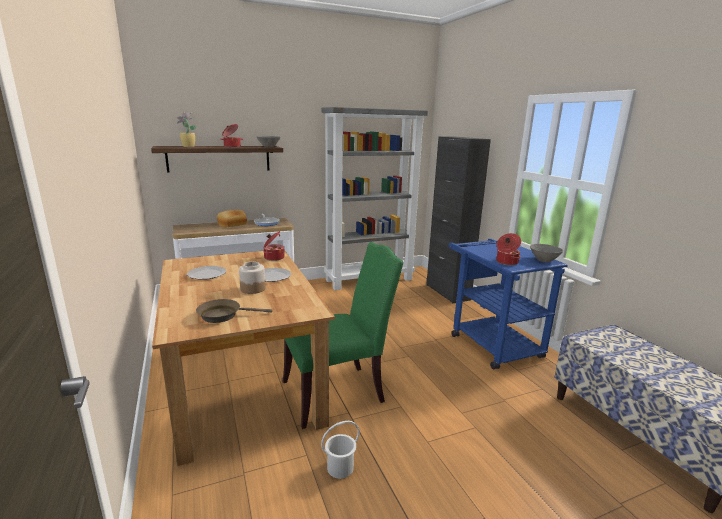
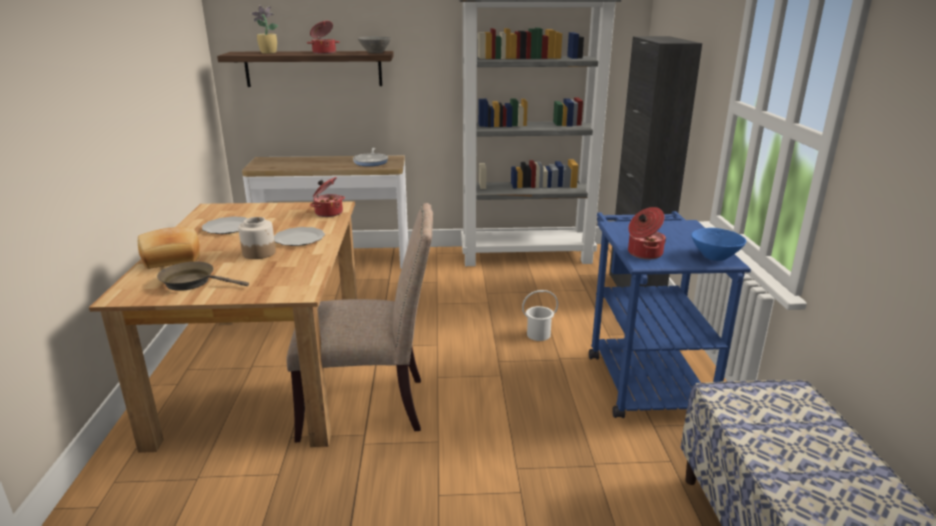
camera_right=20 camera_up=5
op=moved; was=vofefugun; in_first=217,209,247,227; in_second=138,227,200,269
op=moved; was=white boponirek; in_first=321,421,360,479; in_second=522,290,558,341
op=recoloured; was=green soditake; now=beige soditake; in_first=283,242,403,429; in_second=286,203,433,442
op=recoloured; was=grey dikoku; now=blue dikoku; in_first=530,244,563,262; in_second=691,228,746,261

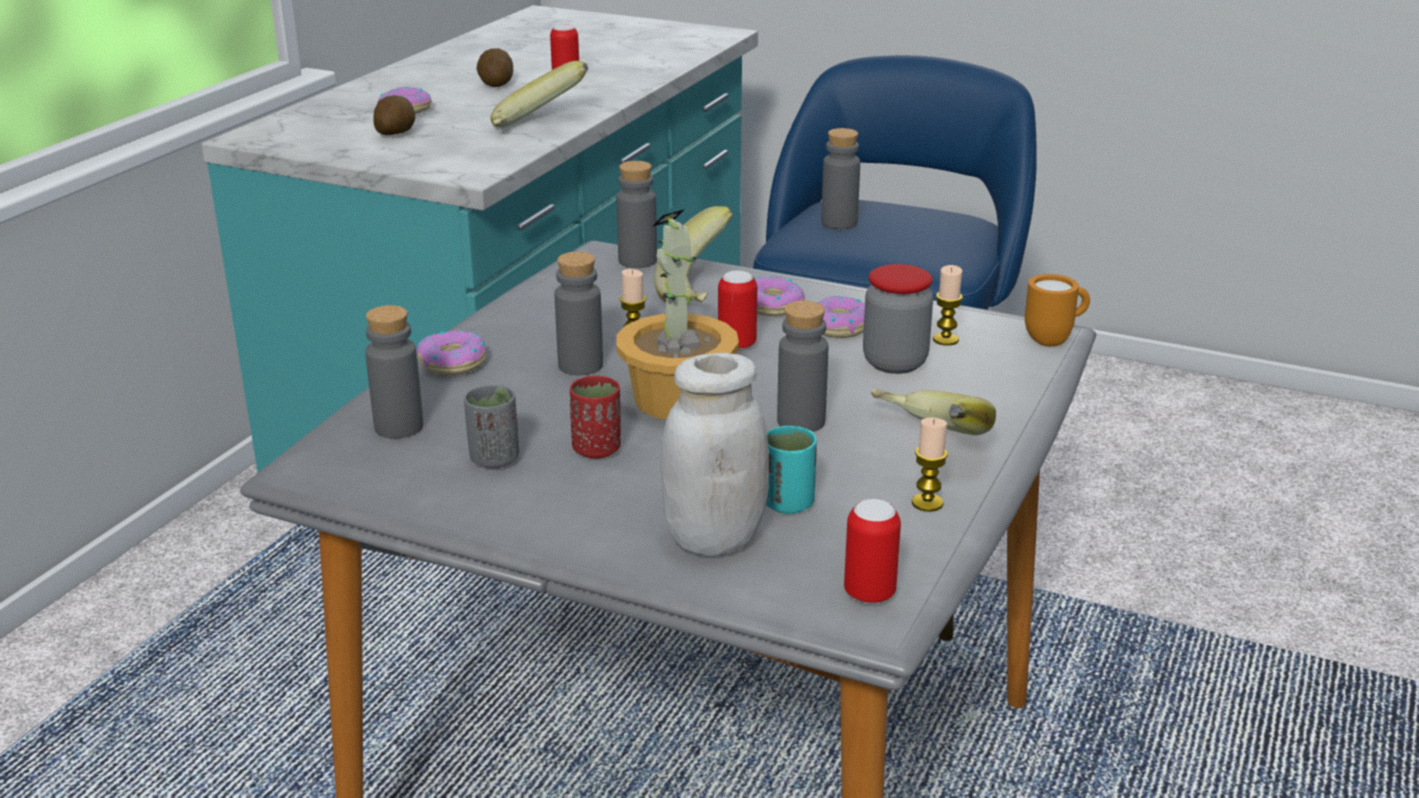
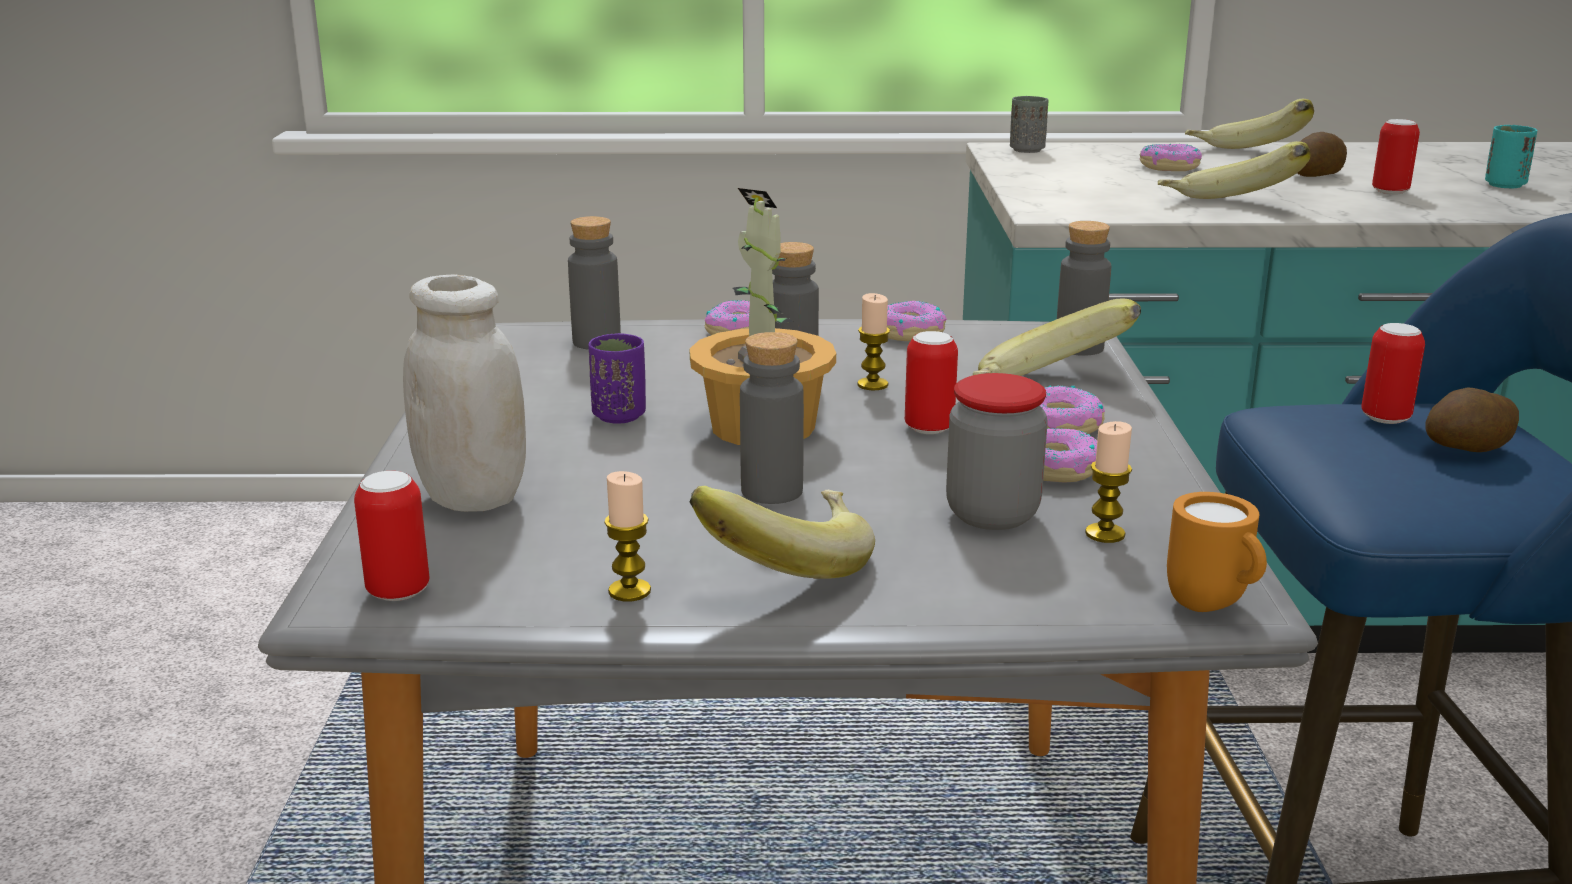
camera_right=65 camera_up=-5
op=added; now=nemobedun; in_second=887,301,947,341
op=added; now=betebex; in_second=1185,99,1314,149
op=moved; was=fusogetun; in_first=373,95,415,135; in_second=1425,387,1519,452
op=moved; was=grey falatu; in_first=464,385,519,469; in_second=1010,96,1048,153
op=moved; was=turquoise falatu; in_first=766,426,817,514; in_second=1485,125,1538,188
op=replaced; was=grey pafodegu; now=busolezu; in_first=821,128,860,229; in_second=1361,323,1425,424
op=recoloured; was=red falatu; now=purple falatu; in_first=570,376,621,459; in_second=588,333,646,424

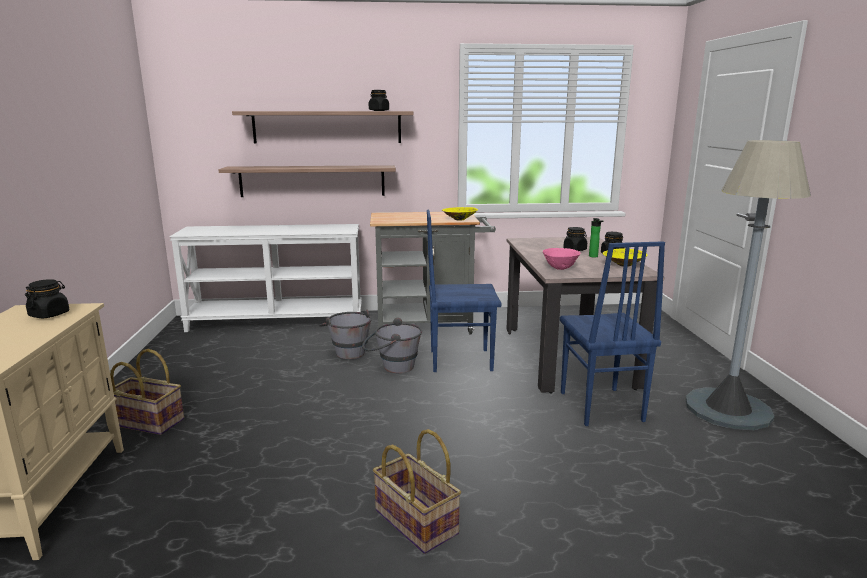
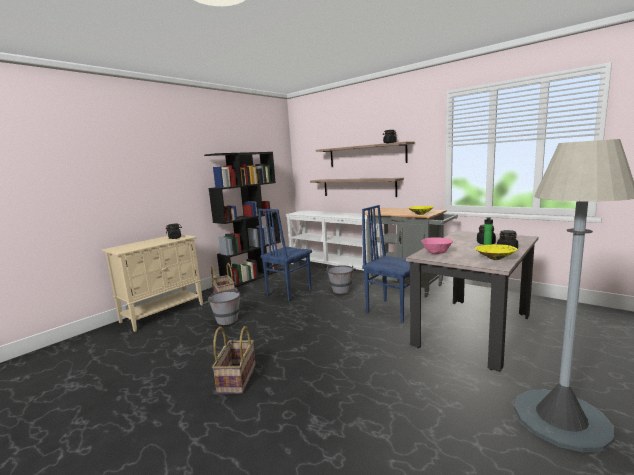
camera_right=45 camera_up=-5
op=added; now=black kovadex; in_second=204,152,283,287
op=moved; was=grey boponirek; in_first=362,318,422,373; in_second=202,287,241,325
op=moved; was=blue soditake; in_first=560,241,665,426; in_second=258,209,312,302

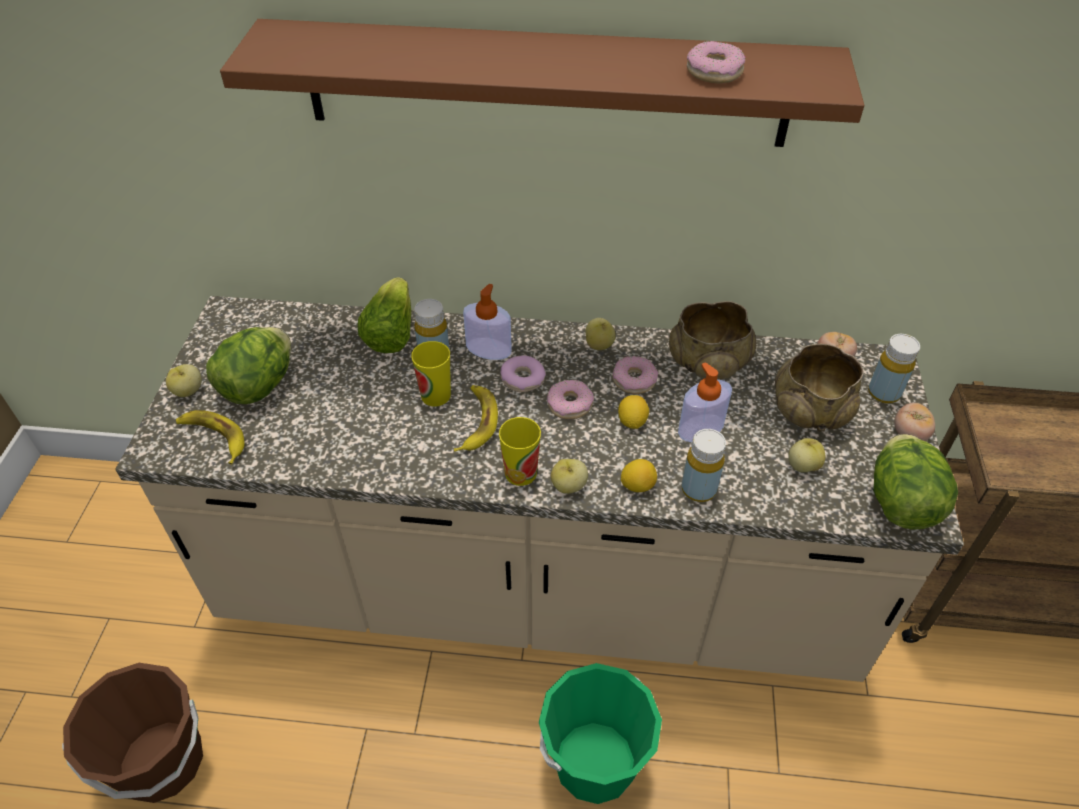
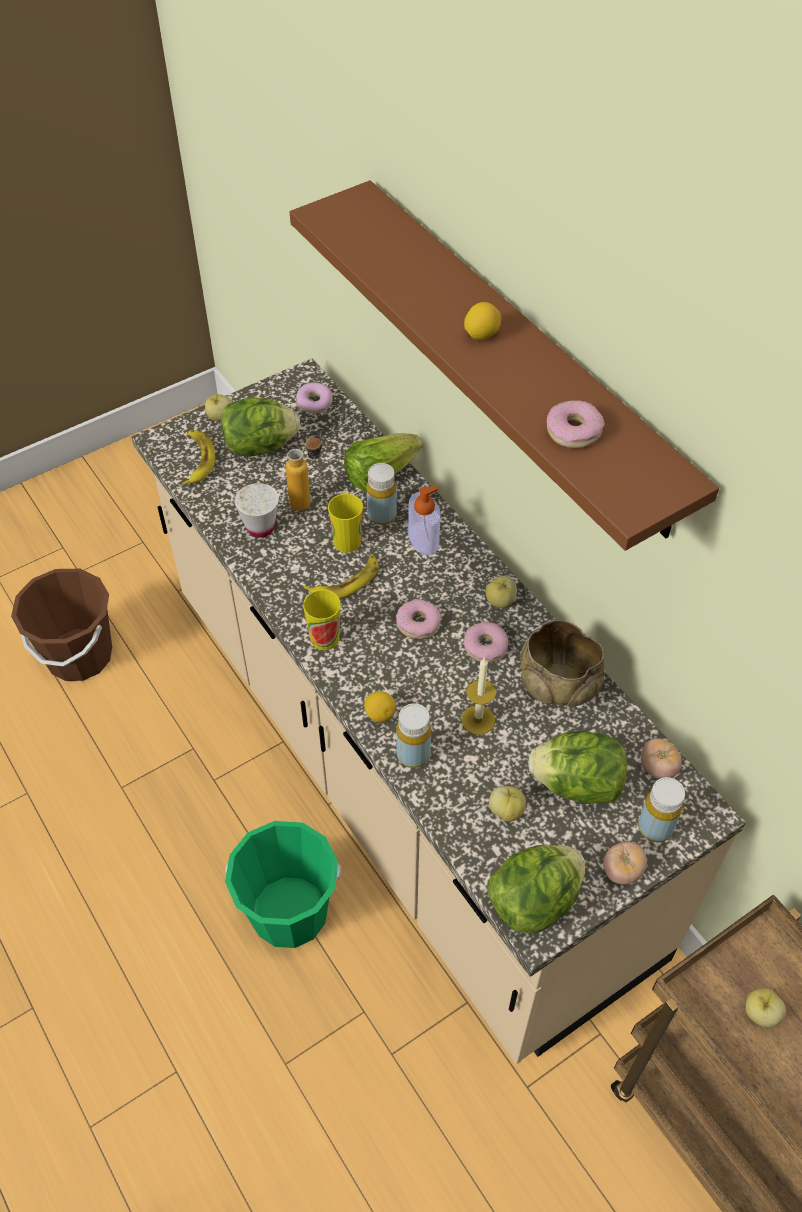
camera_right=50 camera_up=5
op=added; now=white falatu; in_second=234,483,279,538
op=added; now=pafodegu; in_second=286,435,322,511
op=moved; was=nemobedun; in_first=501,355,546,392; in_second=296,383,333,414
op=moved; was=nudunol; in_first=551,459,588,494; in_second=745,988,786,1027
op=moved; was=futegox; in_first=618,395,649,429; in_second=464,302,501,340
op=replaced; was=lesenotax; now=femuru; in_first=678,362,732,442; in_second=461,657,496,735
op=replaced; was=beige dikoku; now=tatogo; in_first=775,344,863,432; in_second=528,731,627,804

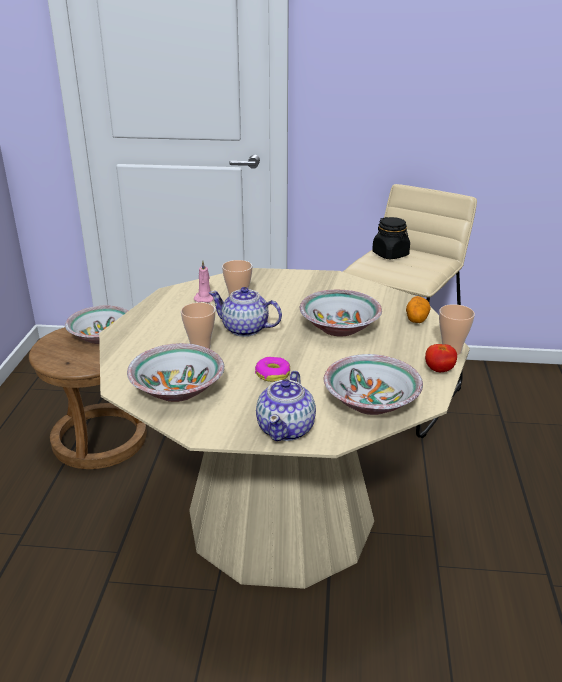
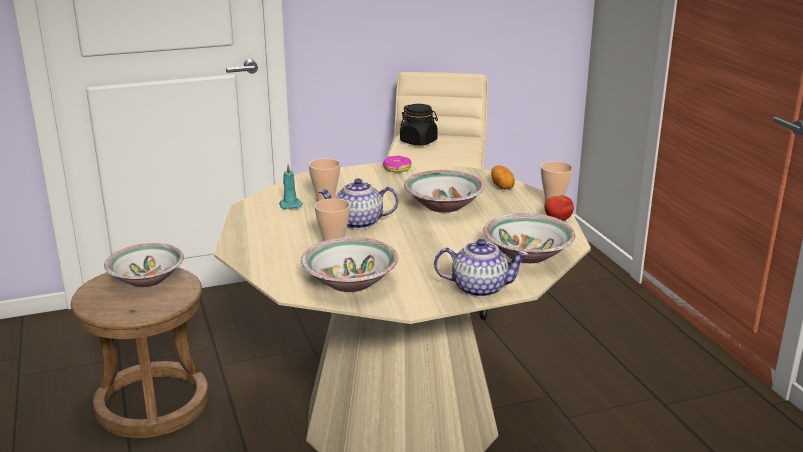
camera_right=-25 camera_up=-5
op=moved; was=nemobedun; in_first=255,357,290,382; in_second=383,156,412,172
op=recoloured; was=pink femuru; now=turquoise femuru; in_first=194,261,214,303; in_second=279,164,303,209
op=turned; was=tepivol; in_first=256,371,316,441; in_second=434,239,529,297; clockwise=-75

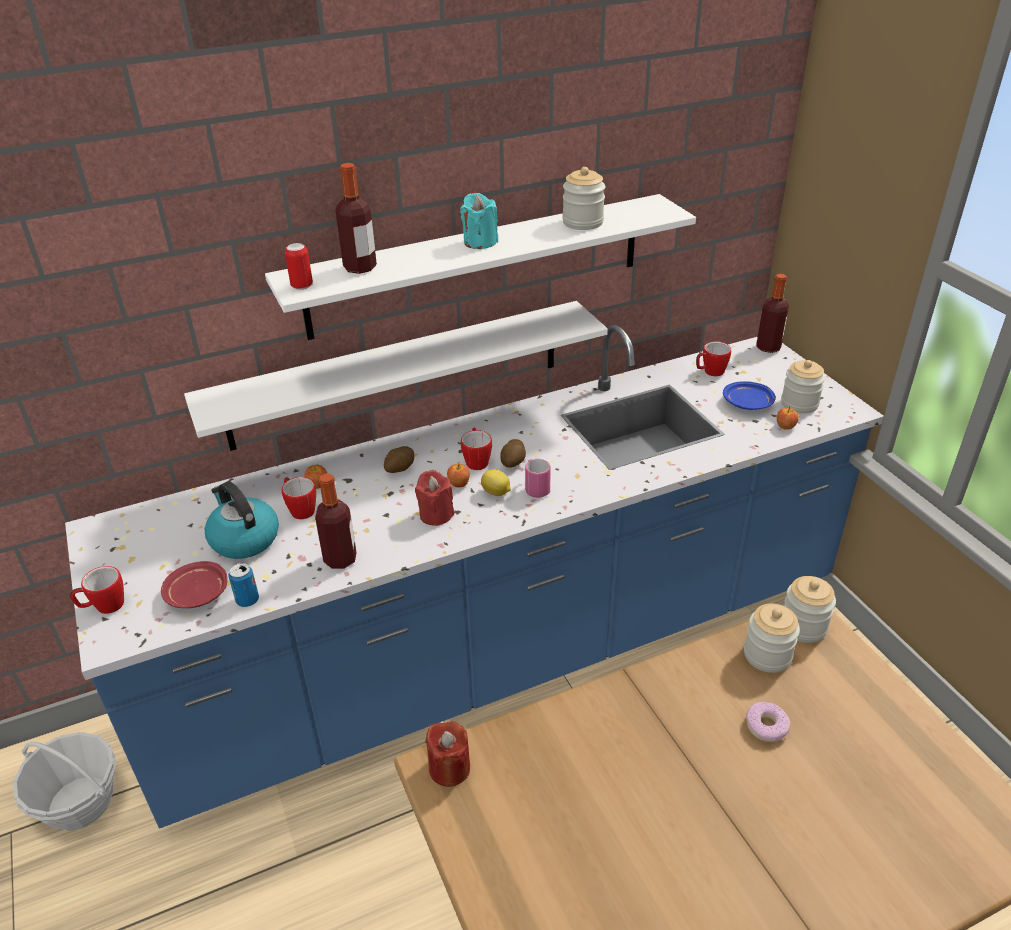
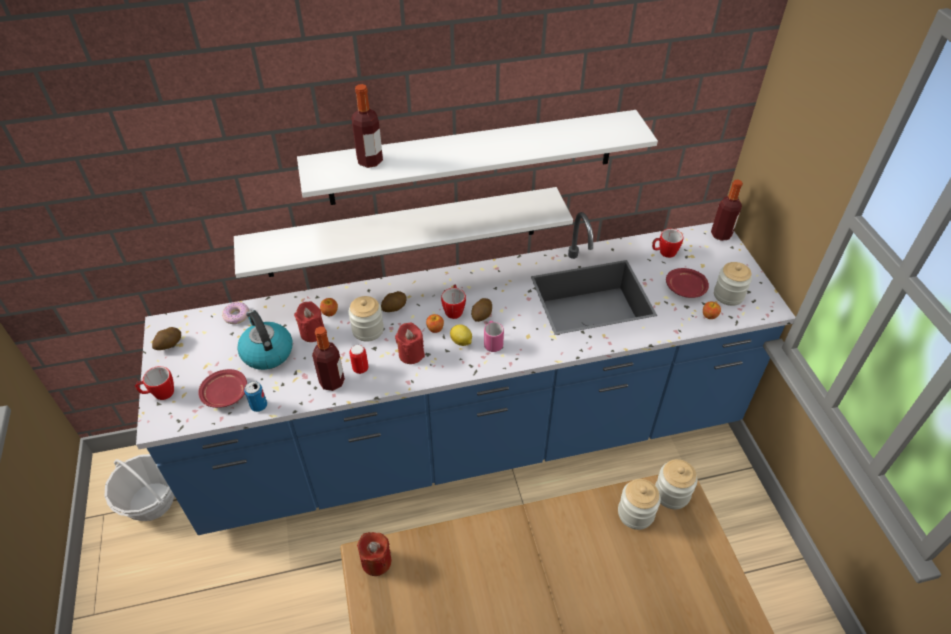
camera_right=10 camera_up=10
op=removed; was=turquoise femuru; in_first=460,193,498,249
op=added; now=fusogetun; in_second=152,327,181,350
op=moved; was=busolezu; in_first=285,243,313,290; in_second=350,345,369,374
op=moved; was=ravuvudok; in_first=562,167,605,230; in_second=348,296,384,342
op=moved; was=nemobedun; in_first=746,702,790,742; in_second=222,302,249,324
op=replaced; was=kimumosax; now=red femuru; in_first=282,477,316,519; in_second=294,301,325,342
op=recoloured; was=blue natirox; now=red natirox; in_first=723,381,776,410; in_second=666,268,709,298

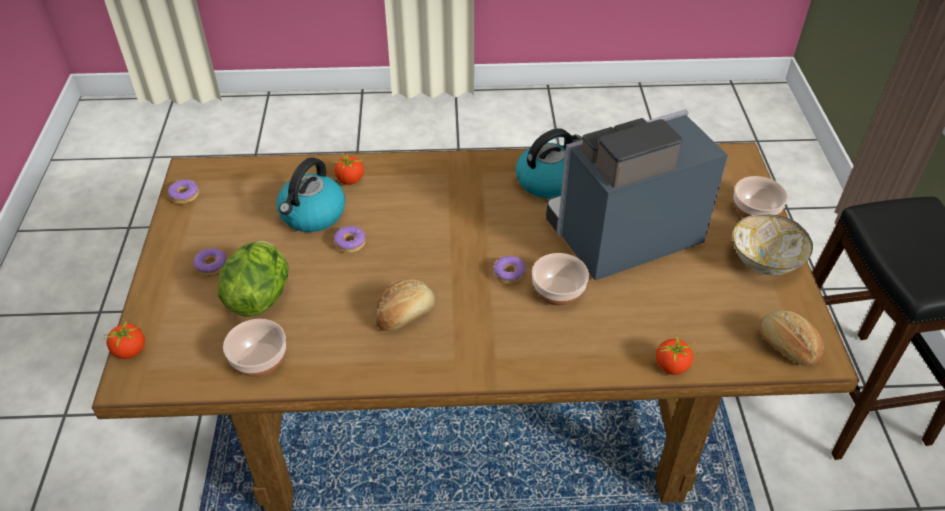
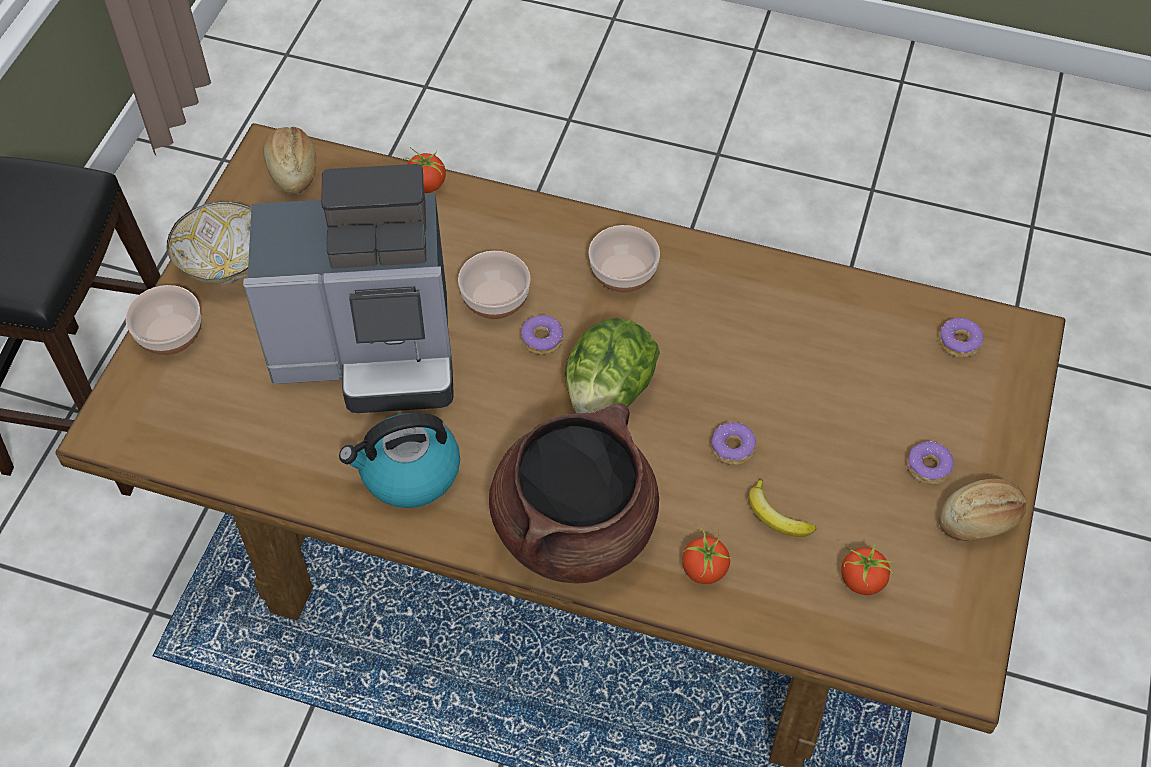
camera_right=-160 camera_up=10
op=added; now=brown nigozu; in_second=489,403,659,584
op=moved; was=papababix; in_first=103,319,145,359; in_second=841,543,894,595
op=moved; was=nemobedun; in_first=168,179,199,204; in_second=939,318,983,358
op=moved; was=tatogo; in_first=218,241,289,317; in_second=565,318,660,413
op=moved; was=dikoku; in_first=223,319,286,377; in_second=589,225,660,293
op=moved; was=vofefugun; in_first=376,279,435,331; in_second=939,479,1026,541
op=replaced; was=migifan; now=betebex; in_first=276,158,345,232; in_second=748,478,816,537

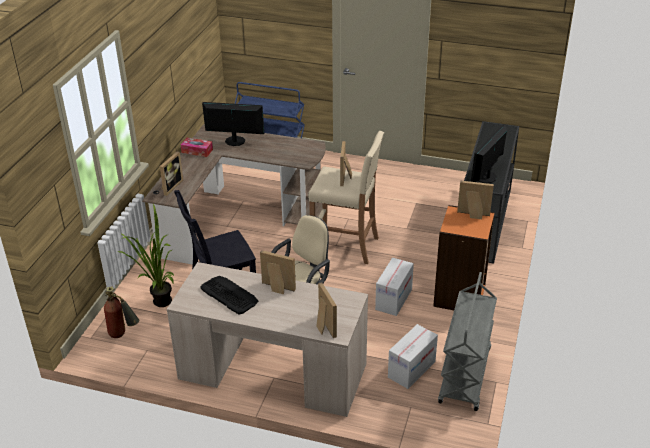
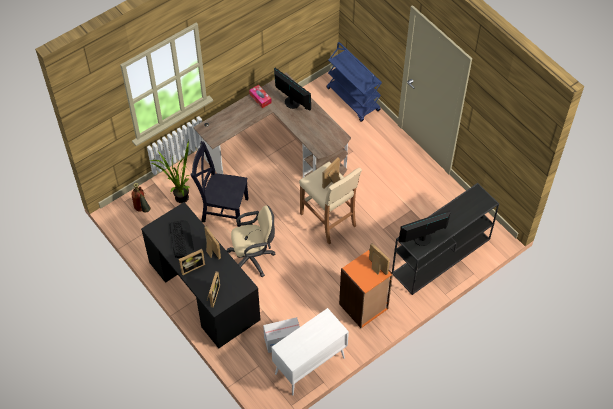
camera_right=35 camera_up=20
op=removed; was=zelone; in_first=375,258,414,316
op=moved; was=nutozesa; in_first=160,151,183,196; in_second=179,249,205,275
op=replaced; was=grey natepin; now=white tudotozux; in_first=438,272,497,411; in_second=271,308,349,395
op=recoloured; was=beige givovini; now=black givovini; in_first=167,262,368,417; in_second=141,202,260,348

